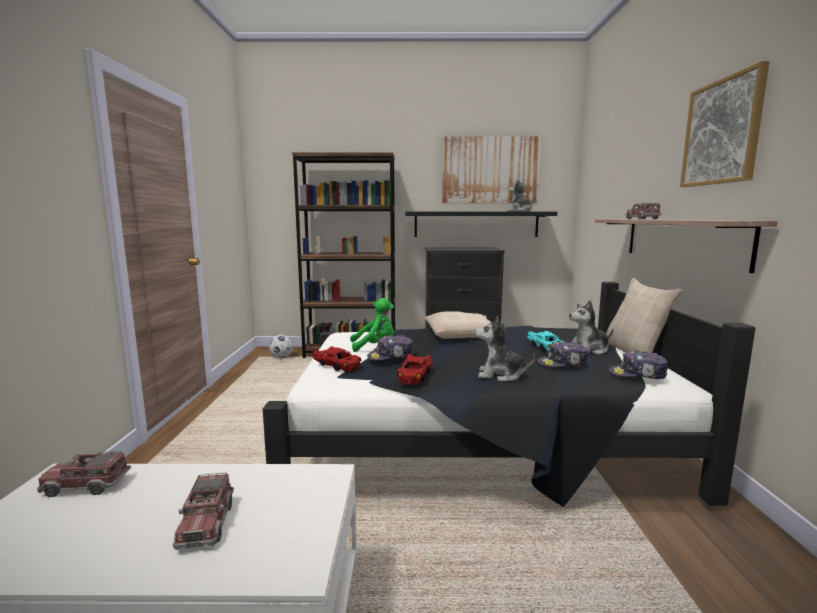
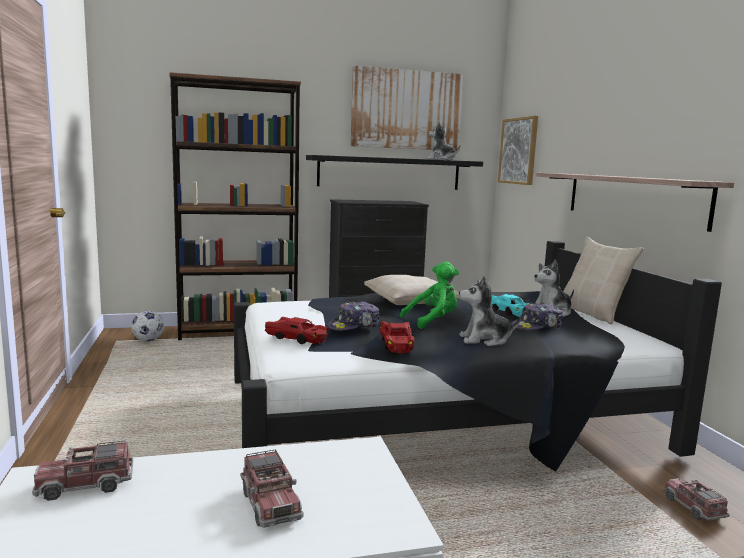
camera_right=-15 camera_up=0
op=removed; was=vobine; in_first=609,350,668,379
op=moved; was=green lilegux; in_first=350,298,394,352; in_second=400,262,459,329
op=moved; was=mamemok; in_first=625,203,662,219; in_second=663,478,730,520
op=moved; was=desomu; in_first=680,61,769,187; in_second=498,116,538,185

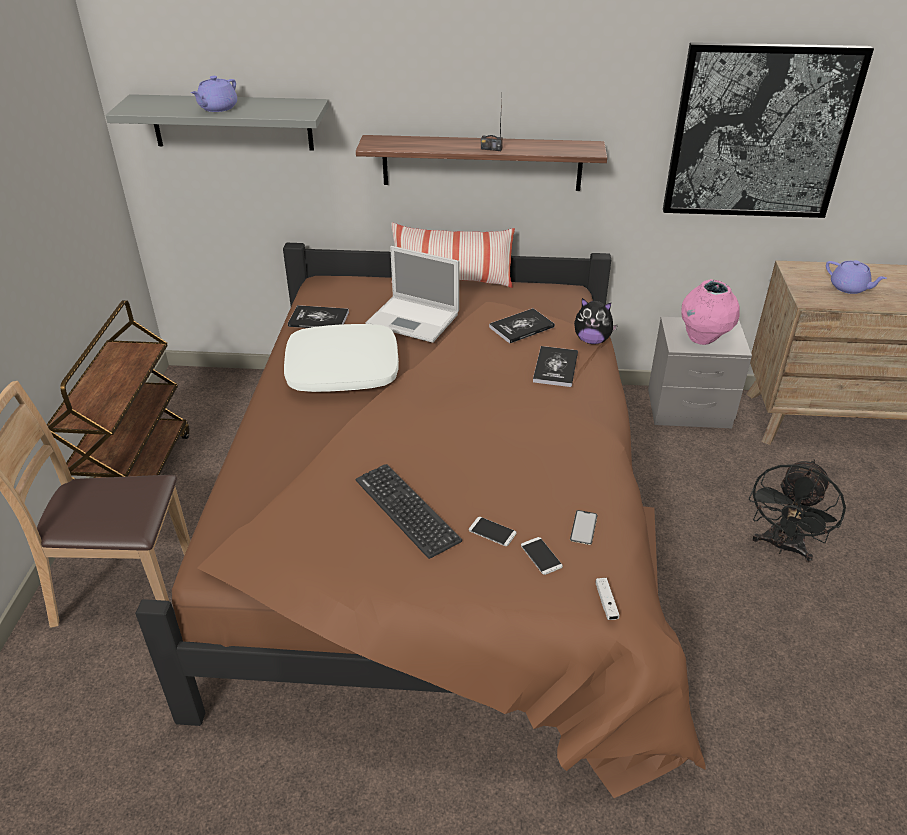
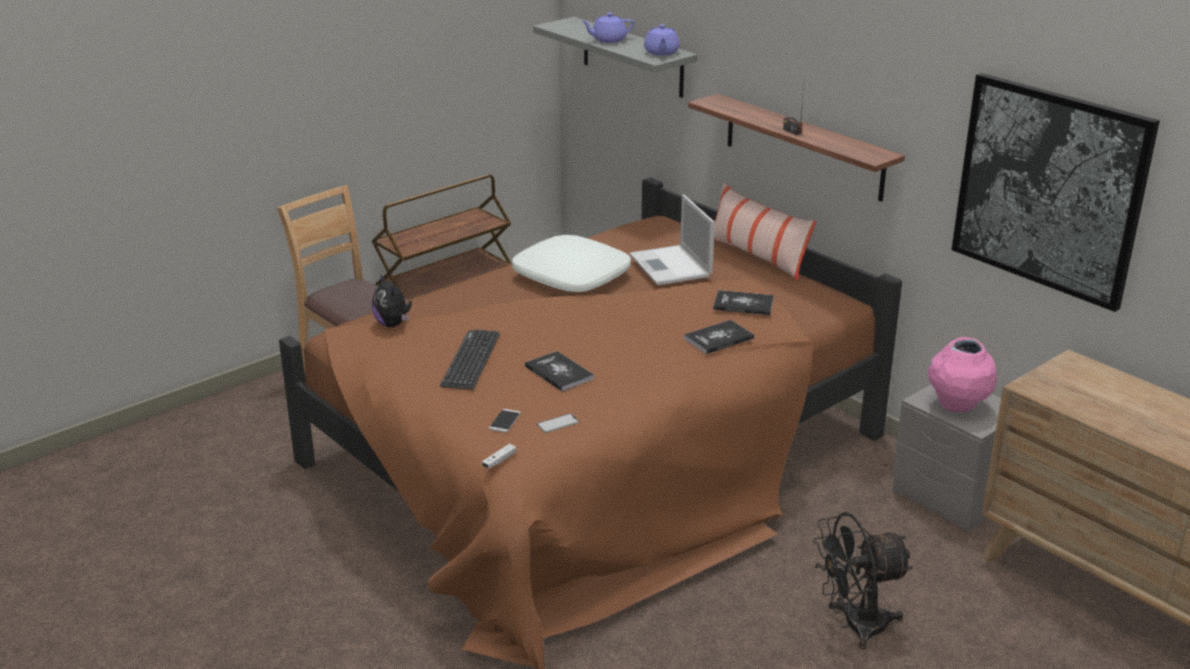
camera_right=45 camera_up=-10
op=removed; was=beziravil; in_first=469,517,517,546
op=moved; was=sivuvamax; in_first=288,305,349,328; in_second=525,351,594,391
op=moved; was=lilegux; in_first=574,298,618,344; in_second=372,275,412,327
op=moved; was=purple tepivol; in_first=826,260,887,294; in_second=644,24,680,56

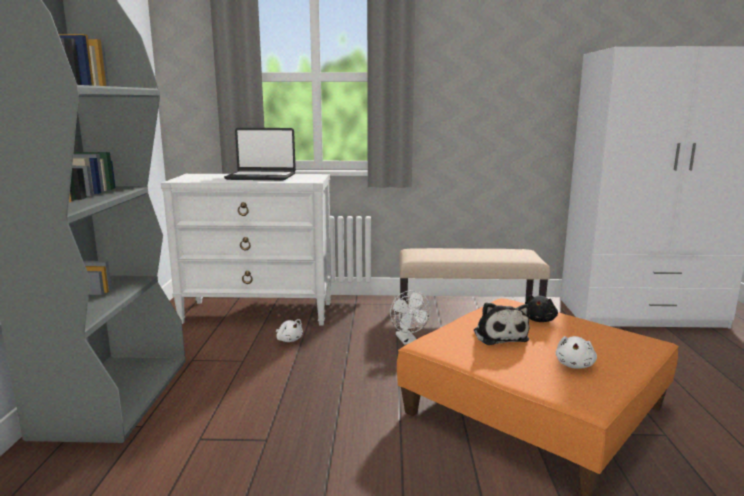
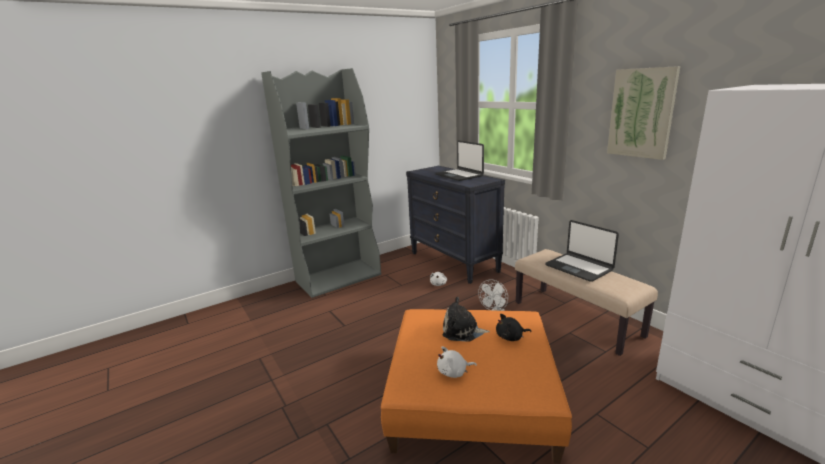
camera_right=55 camera_up=5
op=added; now=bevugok; in_second=545,220,619,282
op=added; now=desomu; in_second=607,66,680,160
op=recoloured; was=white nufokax; now=black nufokax; in_first=161,174,332,326; in_second=406,166,505,284
op=turned; was=lilegux; in_first=474,302,530,345; in_second=442,297,490,342; clockwise=60

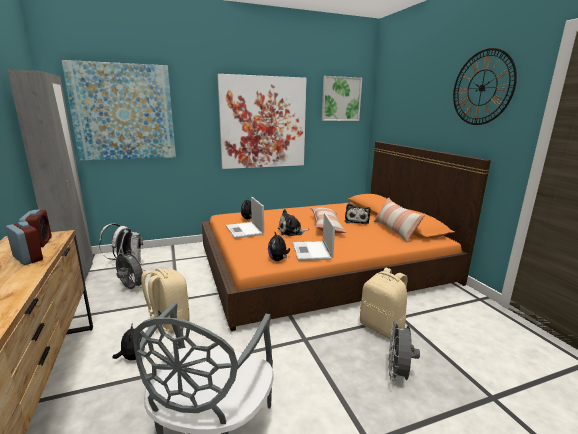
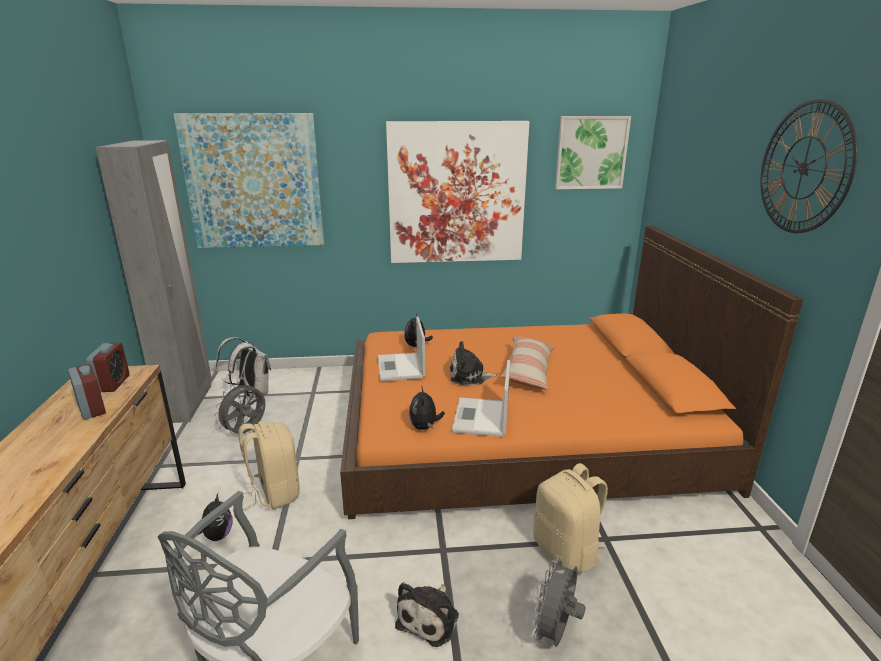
camera_right=15 camera_up=5
op=removed; was=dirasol; in_first=373,197,425,243
op=moved; was=lilegux; in_first=345,203,370,224; in_second=395,582,459,647
op=turned; was=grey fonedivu; in_first=116,250,146,289; in_second=214,381,266,434; clockwise=-105

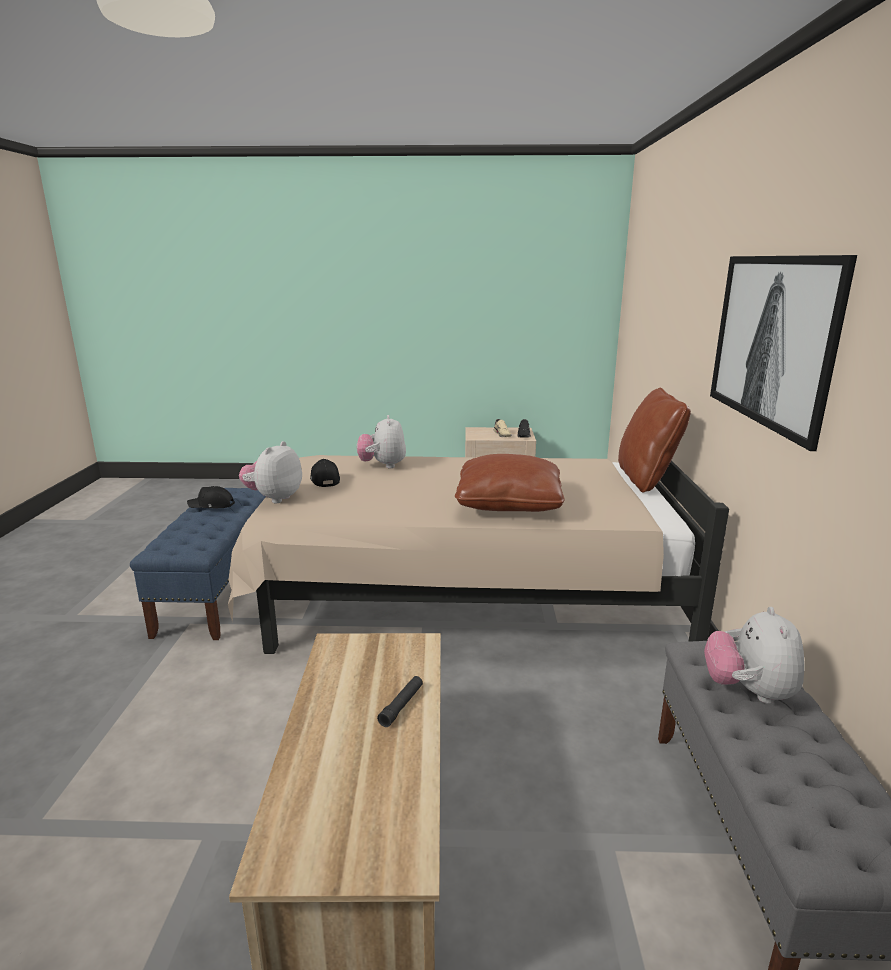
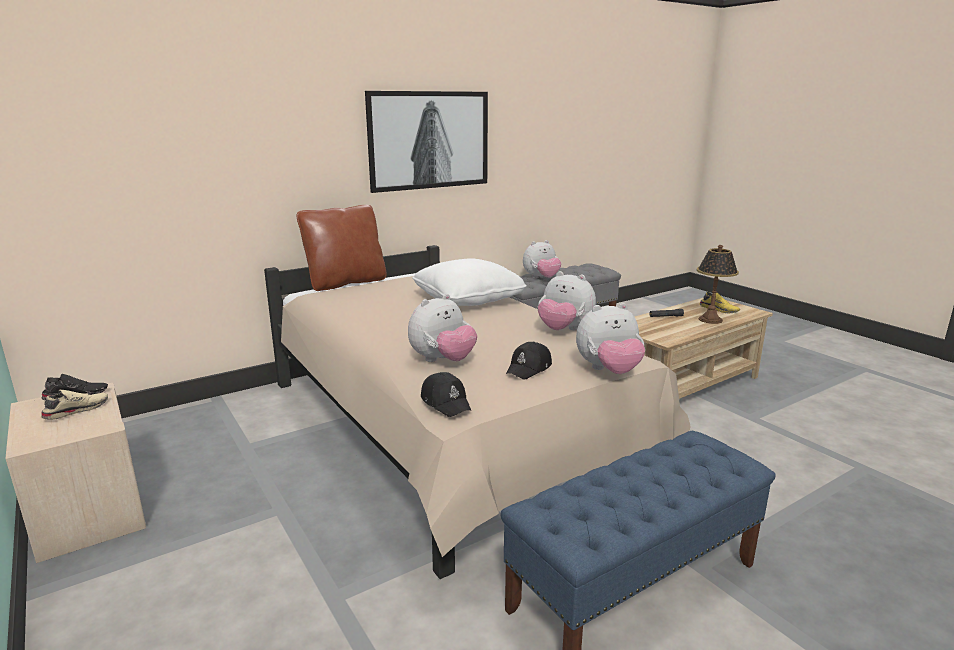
camera_right=-125 camera_up=0
op=added; now=lilegux; in_second=538,271,596,330
op=added; now=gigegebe; in_second=697,245,739,324
op=added; now=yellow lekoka; in_second=700,292,740,314
op=moved; was=black vobine; in_first=187,486,235,508; in_second=421,372,471,417
op=recoloured; was=brown dirasol; now=white dirasol; in_first=455,454,565,512; in_second=412,258,527,306

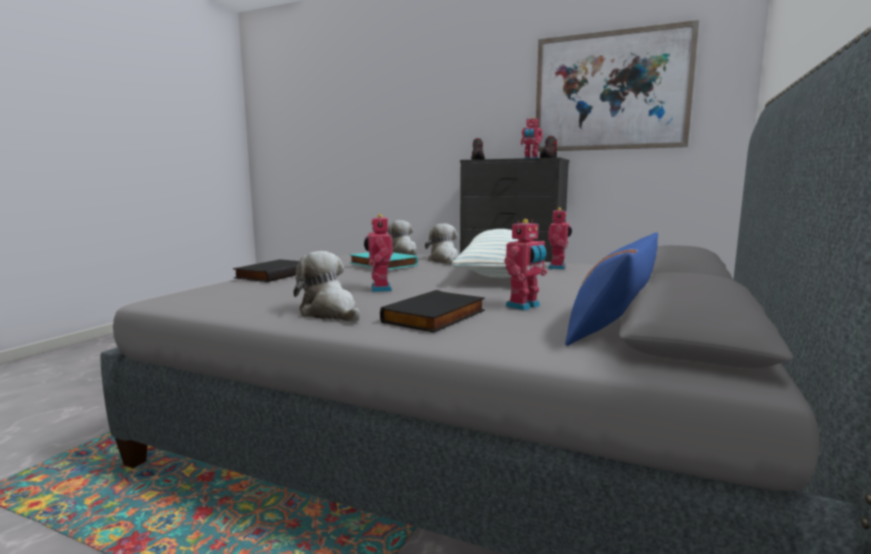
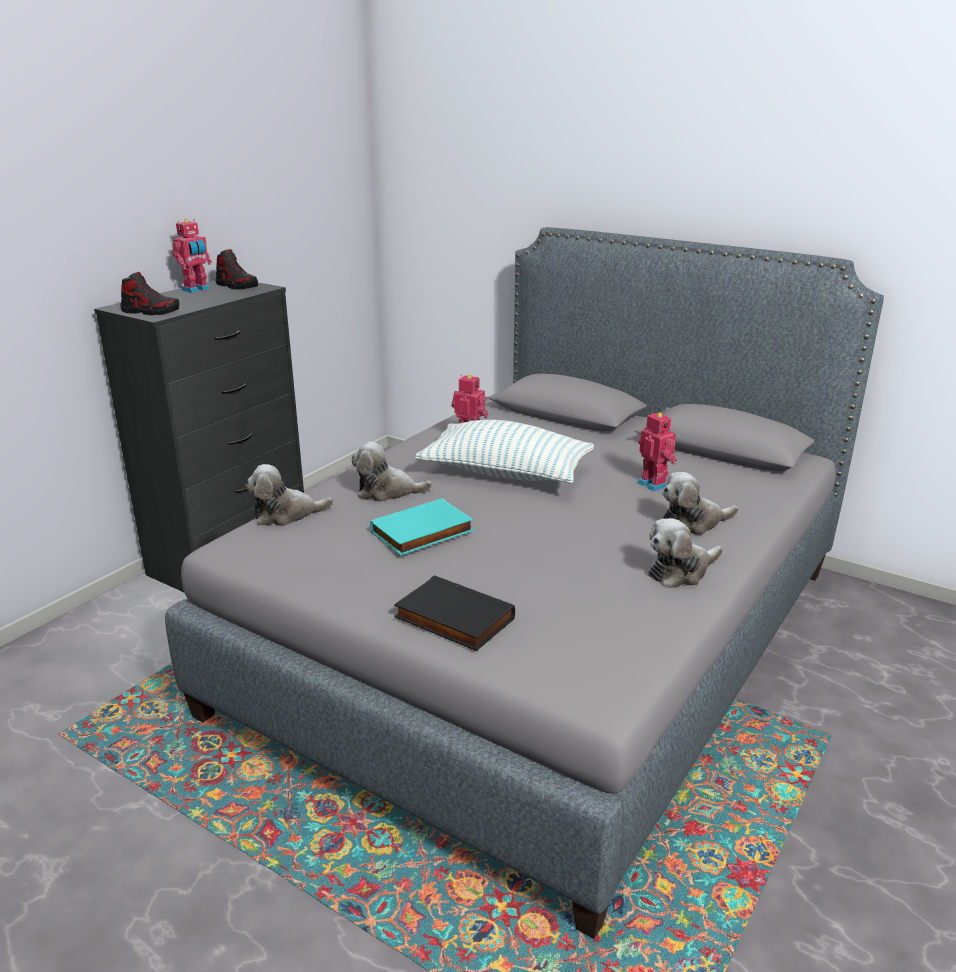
camera_right=-80 camera_up=15
op=removed; was=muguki; in_first=364,214,393,292
op=removed; was=desomu; in_first=536,20,699,152
op=removed; was=blue dirasol; in_first=565,232,658,346
op=replaced; was=black sivuvamax; now=lilegux; in_first=380,290,485,333; in_second=662,472,739,535

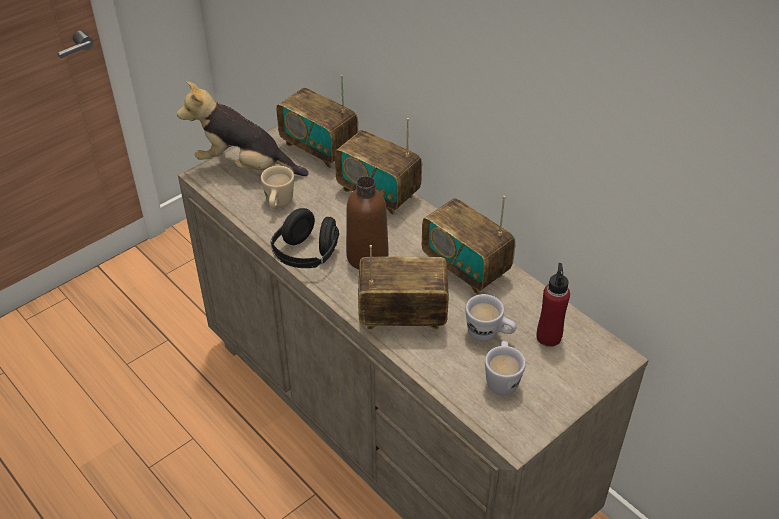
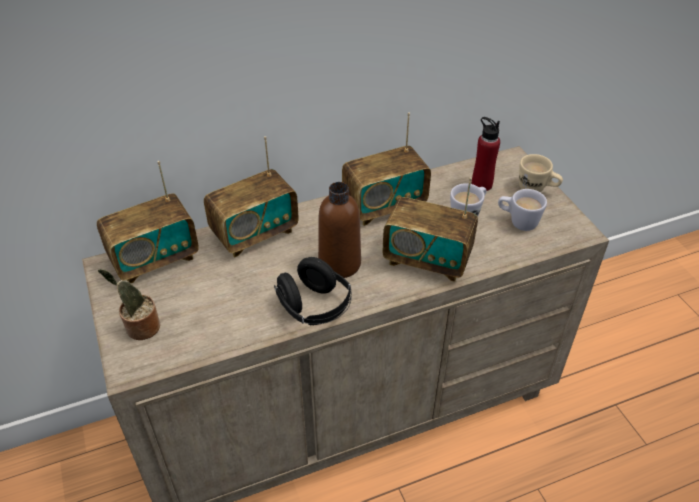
camera_right=-70 camera_up=0
op=moved; was=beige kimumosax; in_first=261,166,294,208; in_second=519,154,563,192
op=replaced; was=lilegux; now=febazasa; in_first=177,81,309,176; in_second=98,269,160,340
op=turned; was=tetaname; in_first=358,245,449,329; in_second=382,177,478,282; clockwise=-90

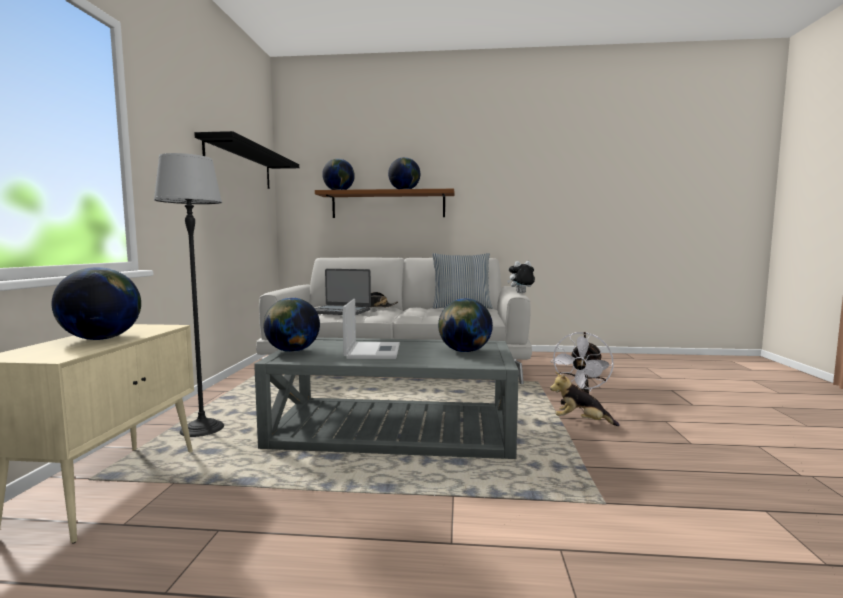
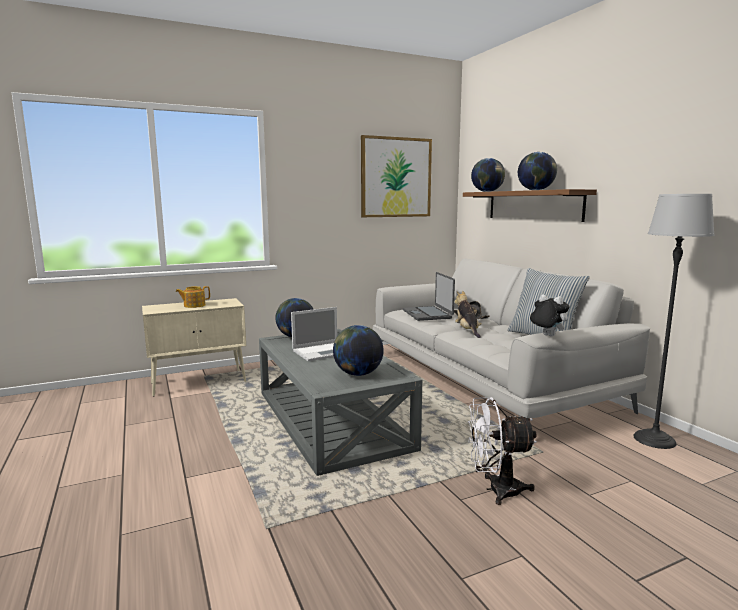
camera_right=60 camera_up=5
op=moved; was=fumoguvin; in_first=154,153,224,437; in_second=633,194,715,449
op=moved; was=lilegux; in_first=550,372,619,426; in_second=454,291,482,338
op=replaced; was=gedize; now=tepivol; in_first=52,267,141,340; in_second=175,286,210,308
op=replaced; was=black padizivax; now=desomu; in_first=194,131,299,189; in_second=361,135,432,217

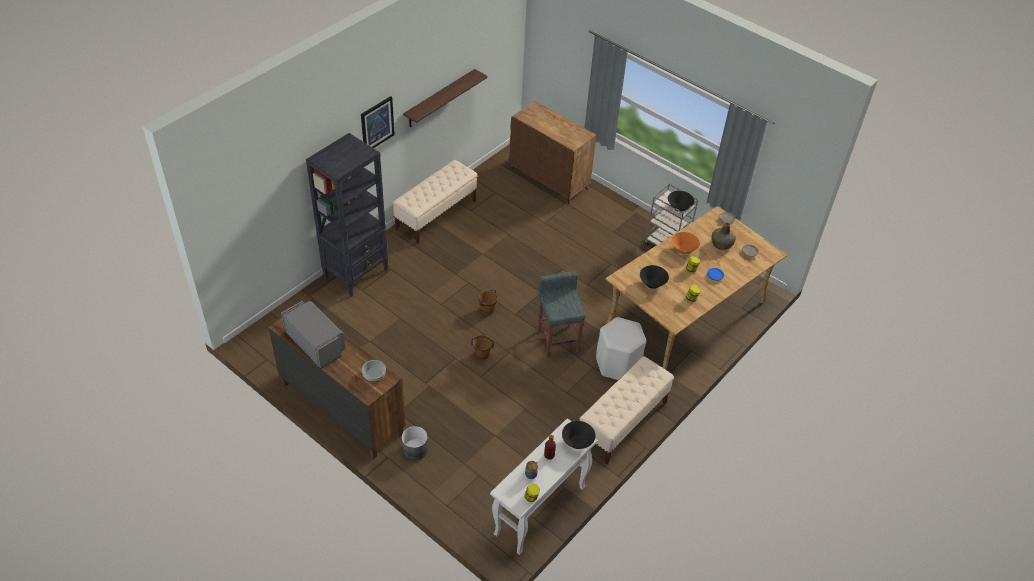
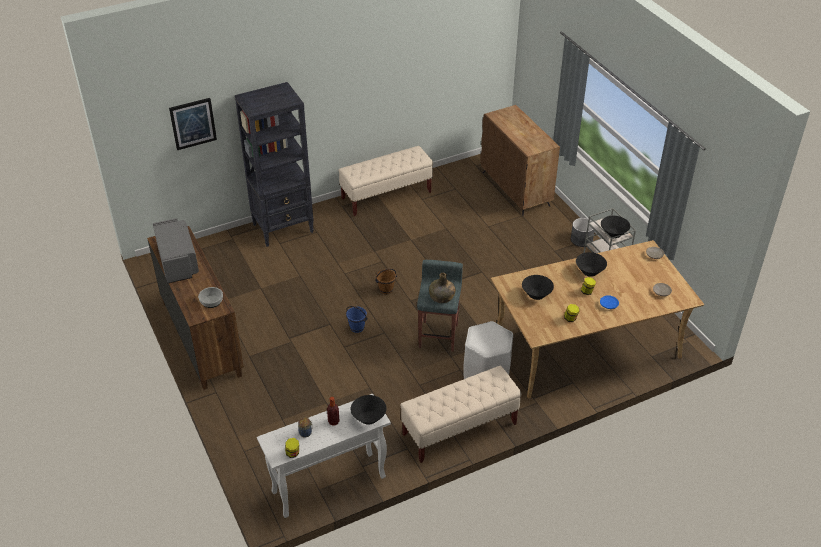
camera_right=25 camera_up=-5
op=removed; was=padizivax; in_first=403,69,488,127
op=moved; was=desomu; in_first=361,96,395,148; in_second=169,98,217,150
op=moved; was=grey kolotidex; in_first=402,426,428,460; in_second=571,218,595,247
op=moved; was=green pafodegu; in_first=711,222,736,250; in_second=429,273,455,303
op=recoloured; was=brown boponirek; now=blue boponirek; in_first=471,335,494,360; in_second=346,306,368,333
op=recoloured; was=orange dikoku; now=black dikoku; in_first=671,232,700,254; in_second=576,252,607,277

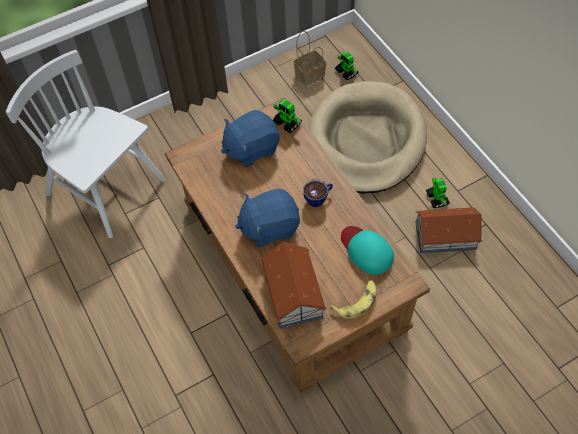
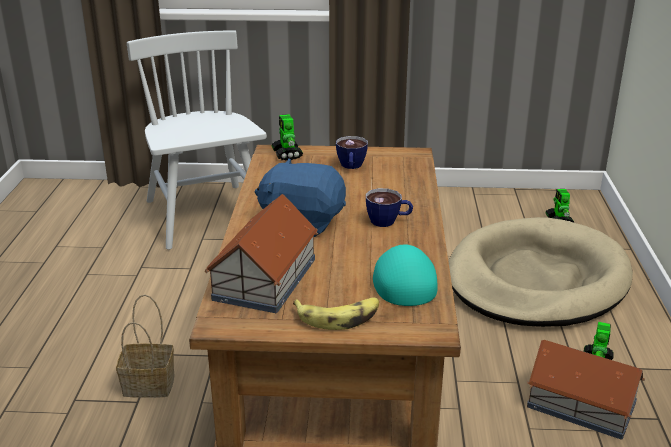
camera_right=30 camera_up=-30
op=moved; was=muguki; in_first=273,99,302,133; in_second=271,114,303,160
op=moved; was=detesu; in_first=294,31,326,86; in_second=116,294,175,398
op=replaced; was=blue lilegux; now=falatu; in_first=221,110,279,167; in_second=336,136,368,169

